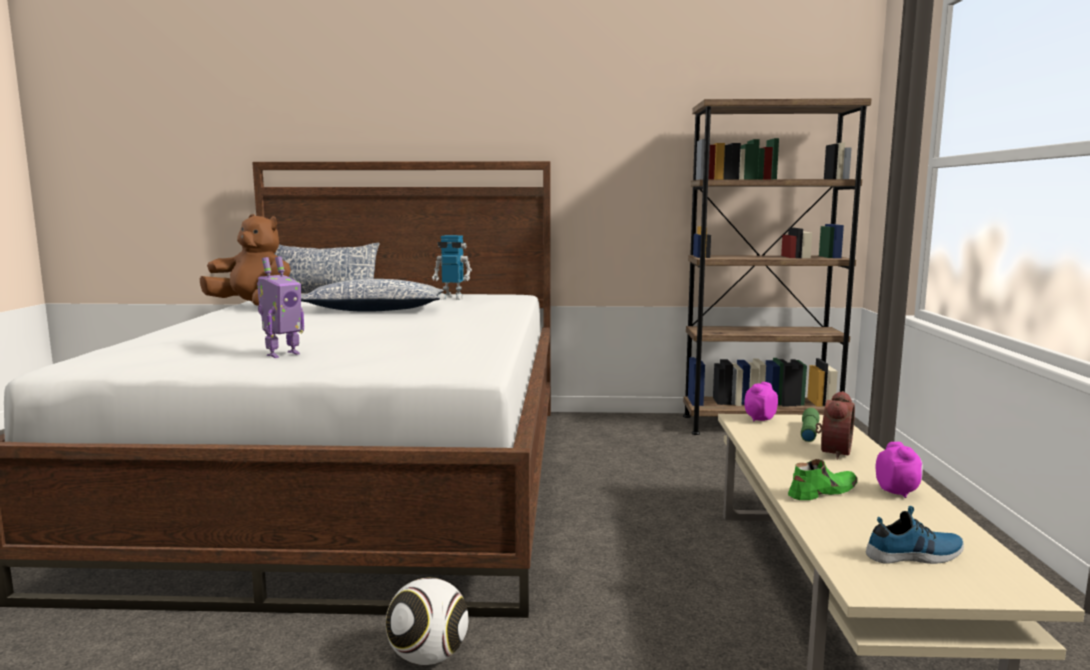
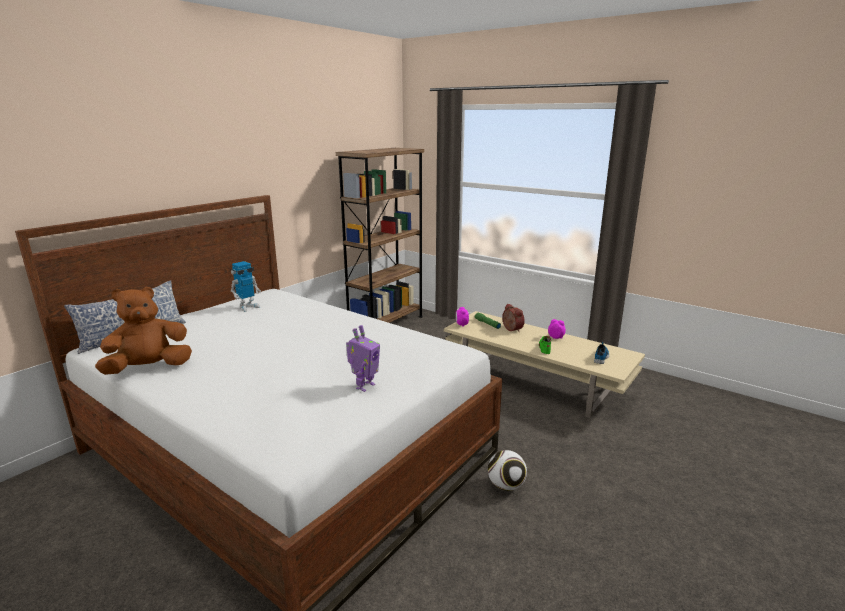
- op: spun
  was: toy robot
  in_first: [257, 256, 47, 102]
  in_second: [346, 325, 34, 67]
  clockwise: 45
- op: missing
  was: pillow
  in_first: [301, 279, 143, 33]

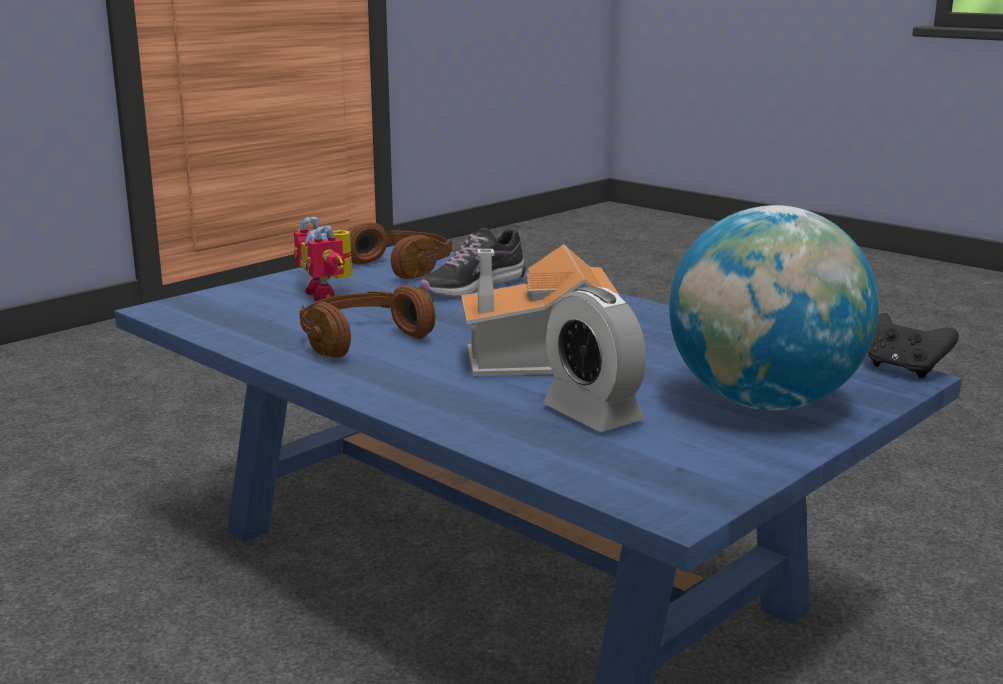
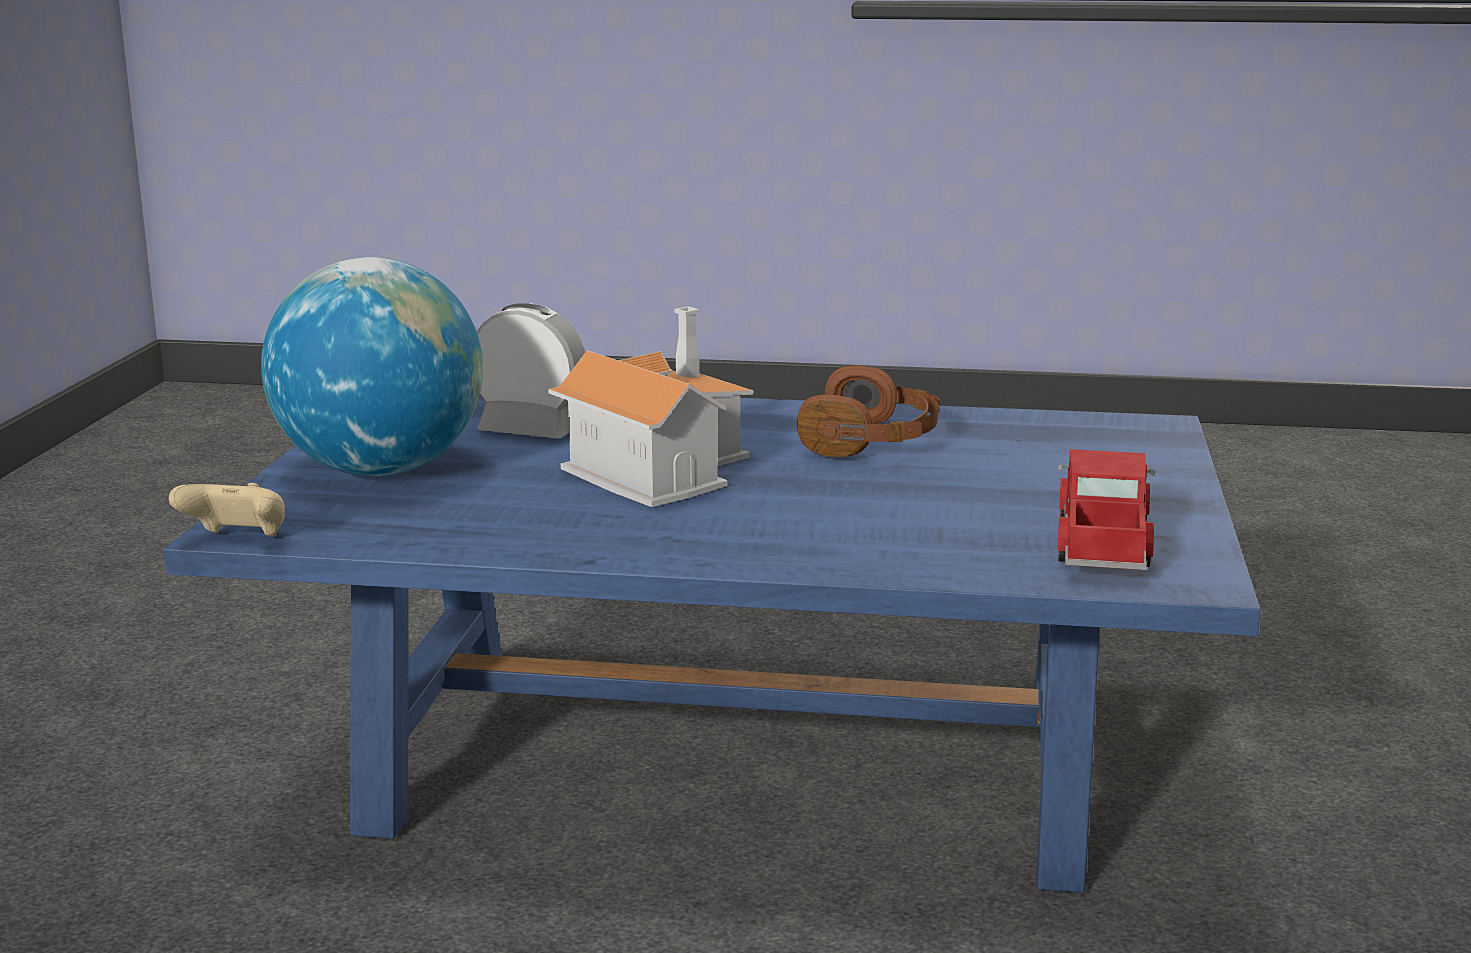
- op: colour
  was: black game controller
  now: beige game controller
  in_first: [868, 313, 91, 65]
  in_second: [169, 483, 116, 54]
- op: exchanged
  was: brown headphones
  now: toy truck
  in_first: [347, 222, 105, 57]
  in_second: [1057, 449, 98, 121]
- op: missing
  was: toy robot
  in_first: [294, 217, 58, 84]
- op: missing
  was: shoe
  in_first: [419, 224, 107, 73]

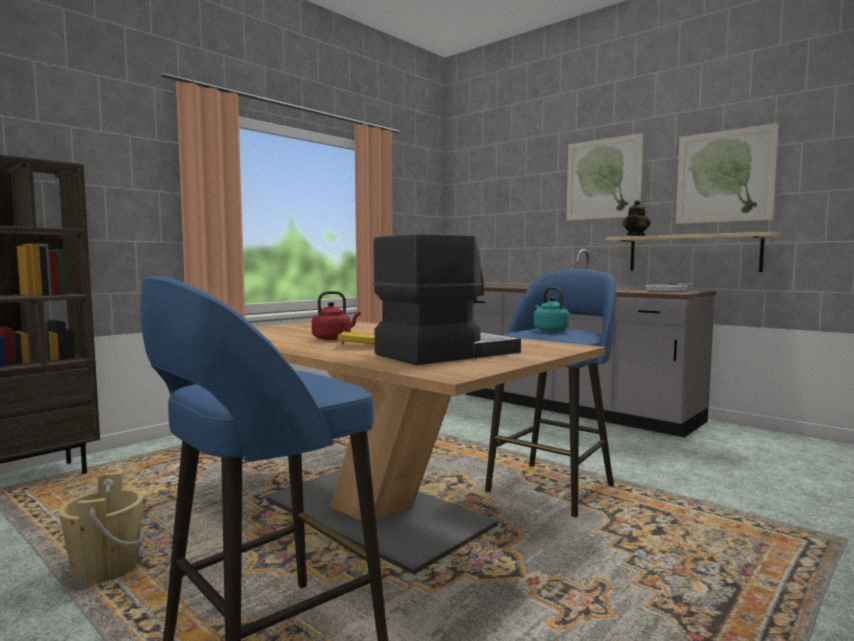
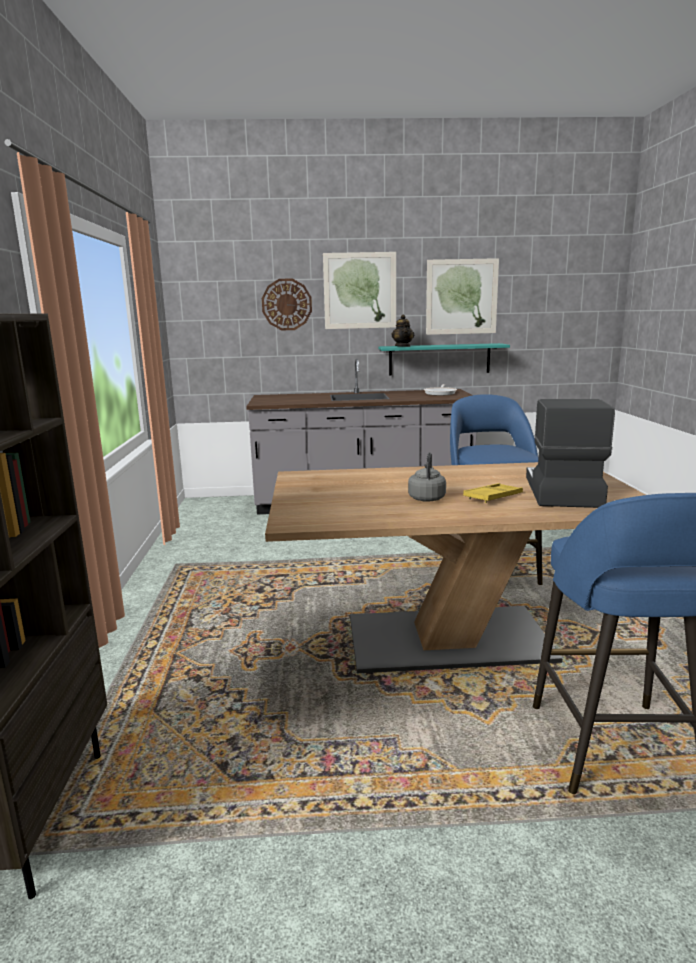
- op: appeared
  now: wall clock
  in_second: [262, 278, 50, 52]
- op: colour
  was: beige shelf
  now: turquoise shelf
  in_first: [606, 232, 175, 40]
  in_second: [378, 343, 132, 32]
- op: colour
  was: red kettle
  now: grey kettle
  in_first: [312, 291, 49, 49]
  in_second: [408, 453, 38, 49]
- op: missing
  was: beige bucket
  in_first: [58, 472, 87, 111]
- op: missing
  was: turquoise kettle
  in_first: [534, 287, 36, 45]

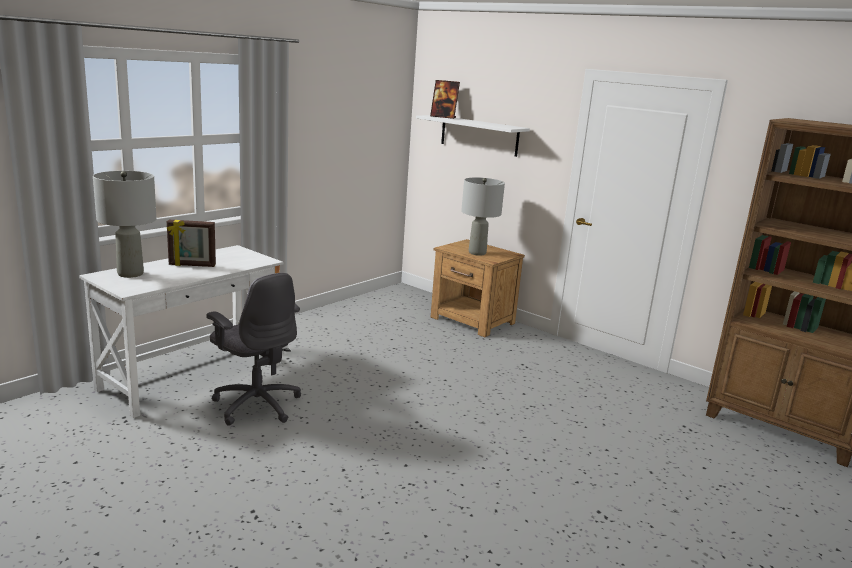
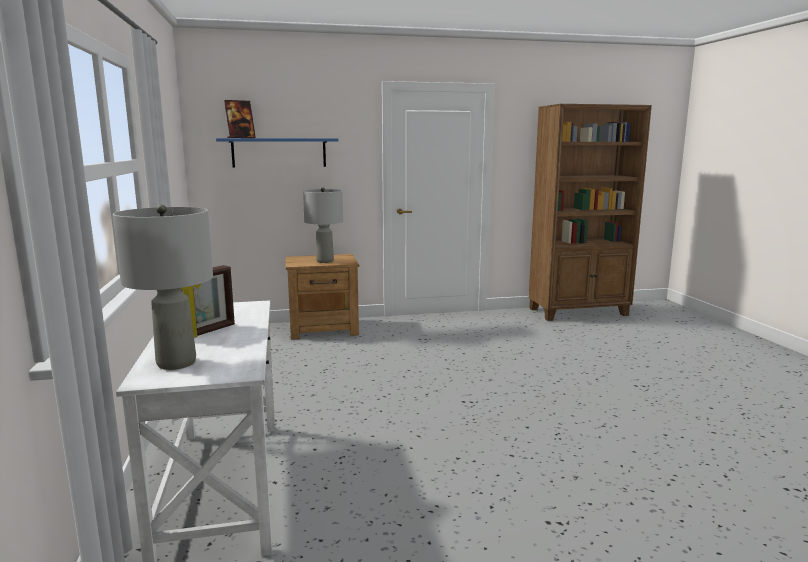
- op: colour
  was: white shelf
  now: blue shelf
  in_first: [416, 115, 114, 42]
  in_second: [216, 138, 122, 30]
- op: missing
  was: grey office chair
  in_first: [206, 273, 95, 153]

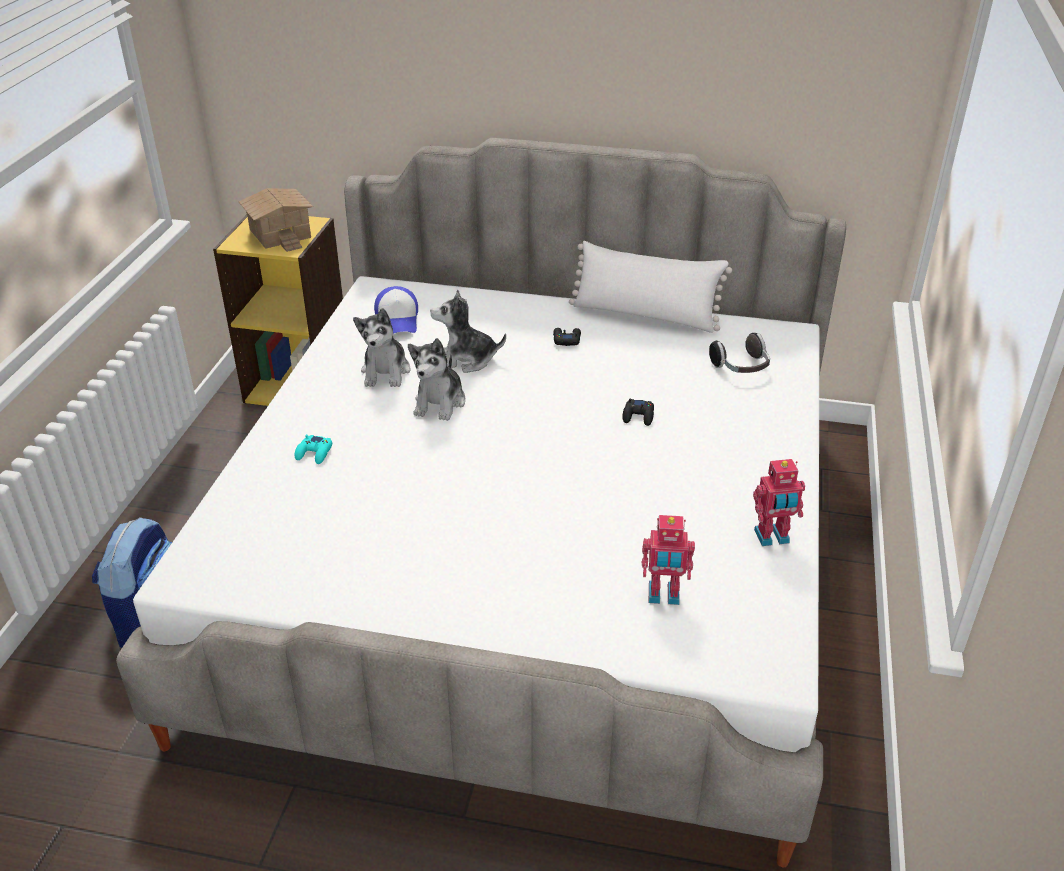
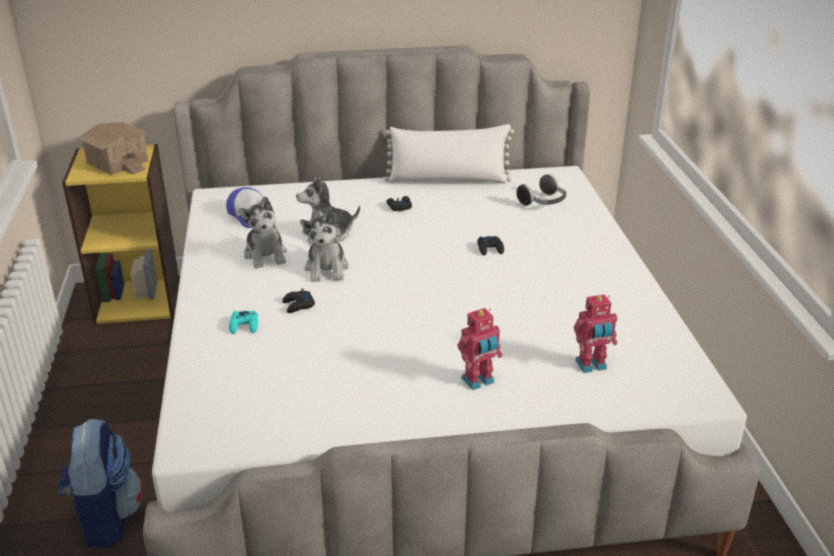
- op: appeared
  now: black game controller
  in_second: [282, 288, 33, 25]
- op: relocated
  was: toy robot
  in_first: [753, 459, 52, 87]
  in_second: [458, 308, 44, 82]

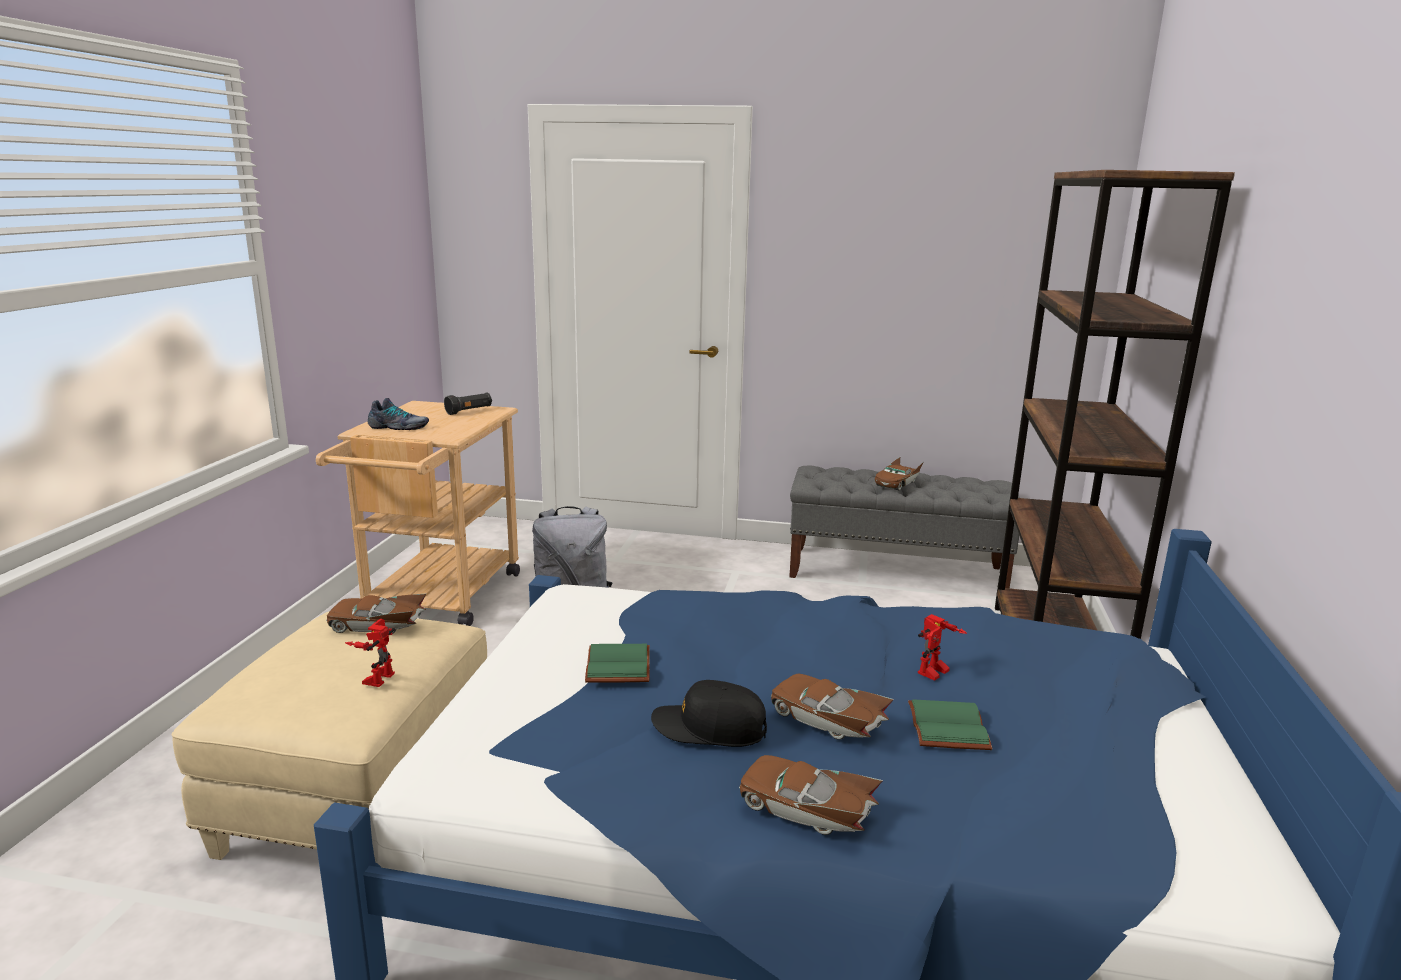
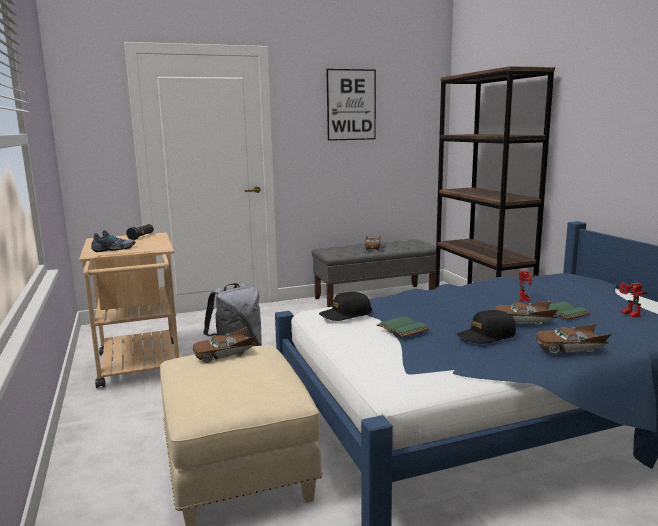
- op: appeared
  now: black cap
  in_second: [319, 292, 53, 29]
- op: appeared
  now: picture
  in_second: [326, 69, 50, 72]
- op: relocated
  was: toy robot
  in_first: [345, 619, 50, 68]
  in_second: [619, 282, 28, 35]

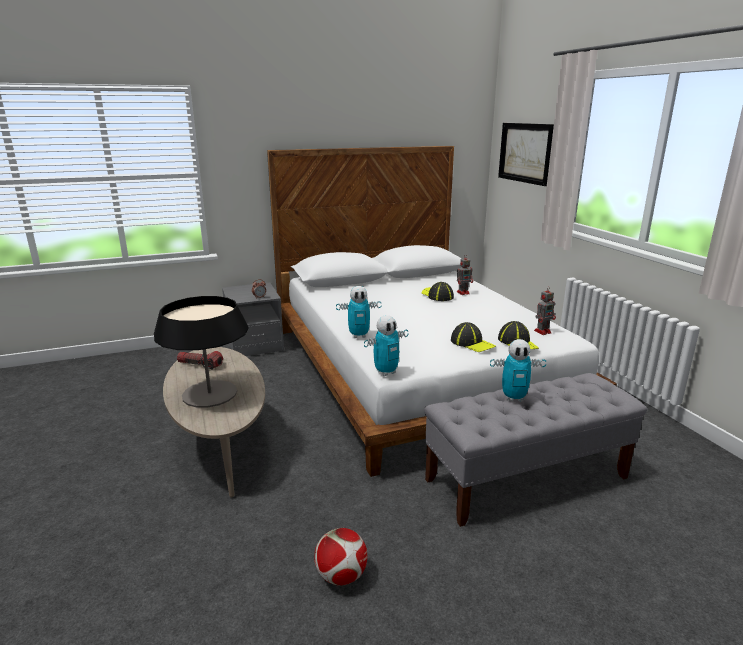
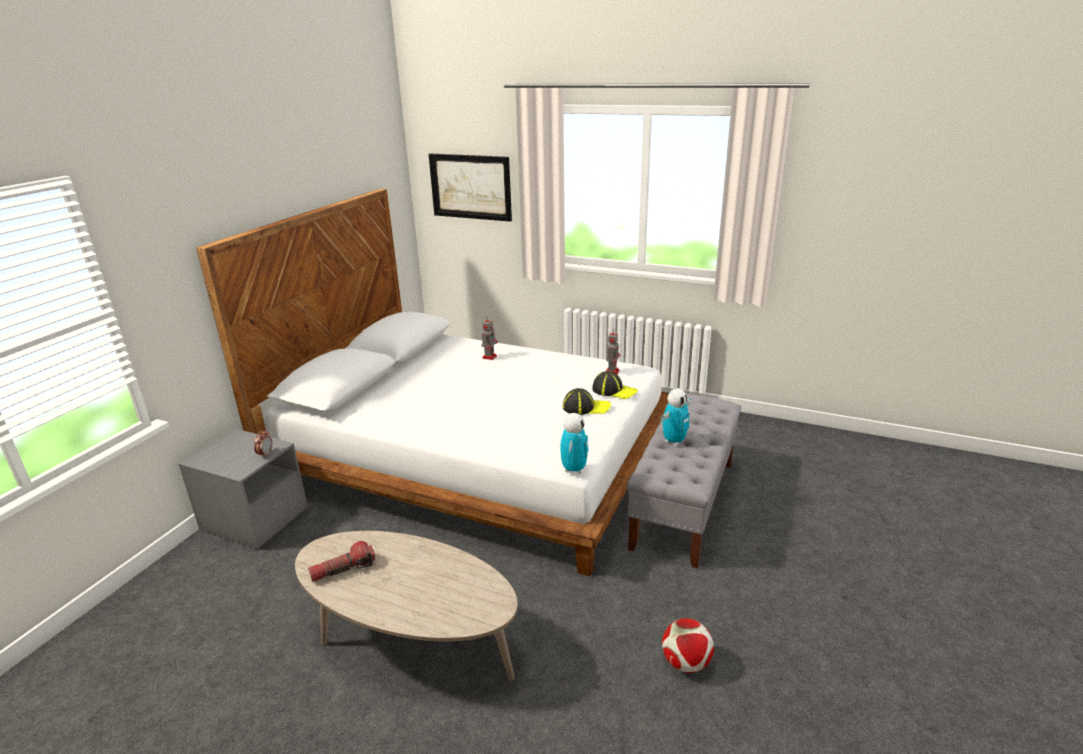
- op: missing
  was: table lamp
  in_first: [154, 296, 95, 112]
- op: missing
  was: toy robot
  in_first: [336, 286, 46, 52]
- op: missing
  was: cap
  in_first: [422, 282, 32, 19]

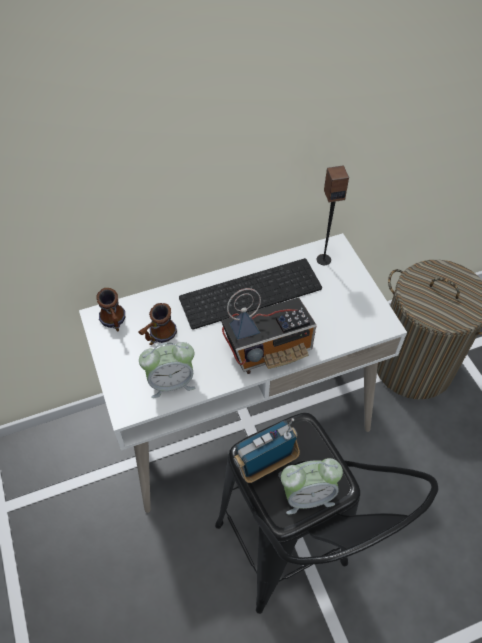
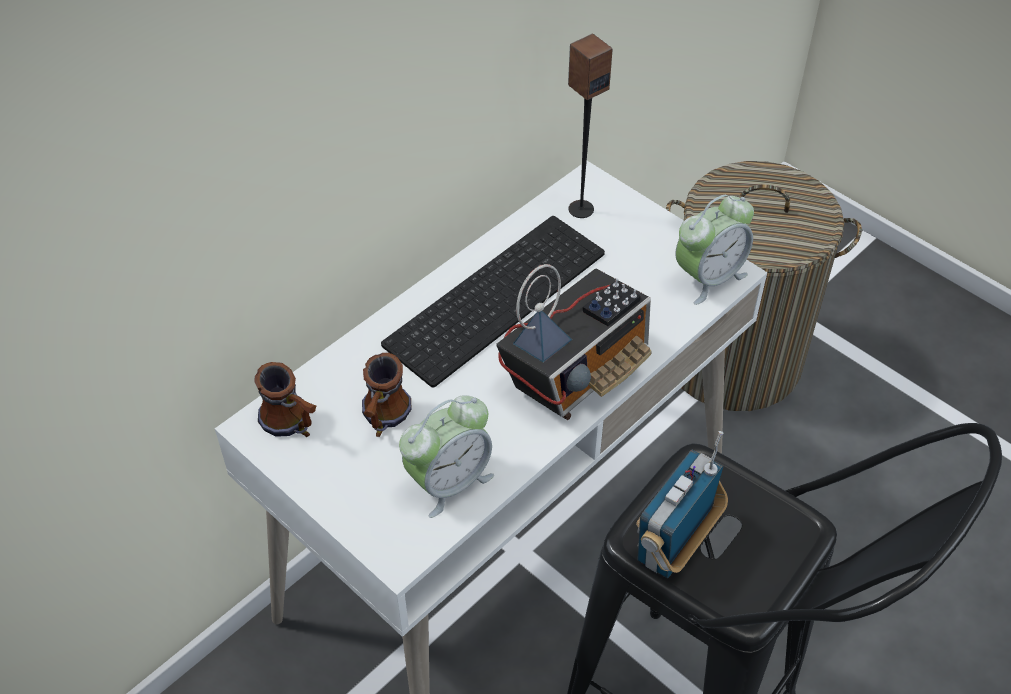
- op: relocated
  was: alarm clock
  in_first: [281, 458, 62, 56]
  in_second: [676, 195, 78, 110]

